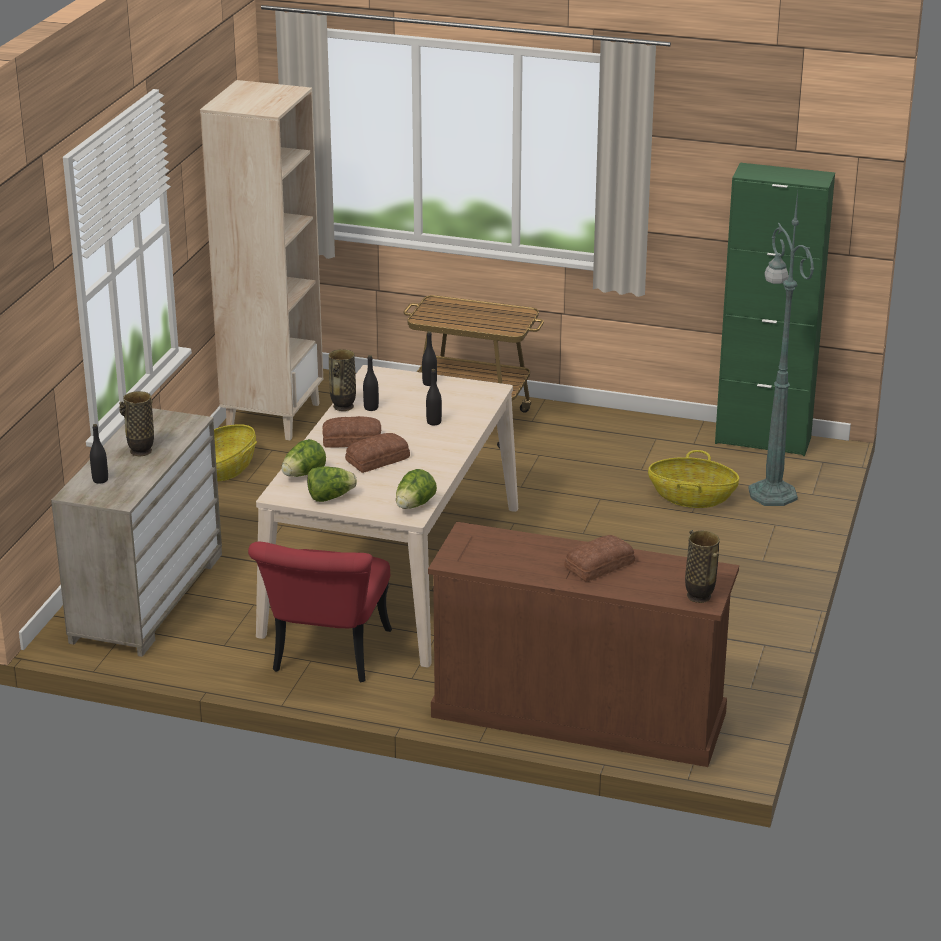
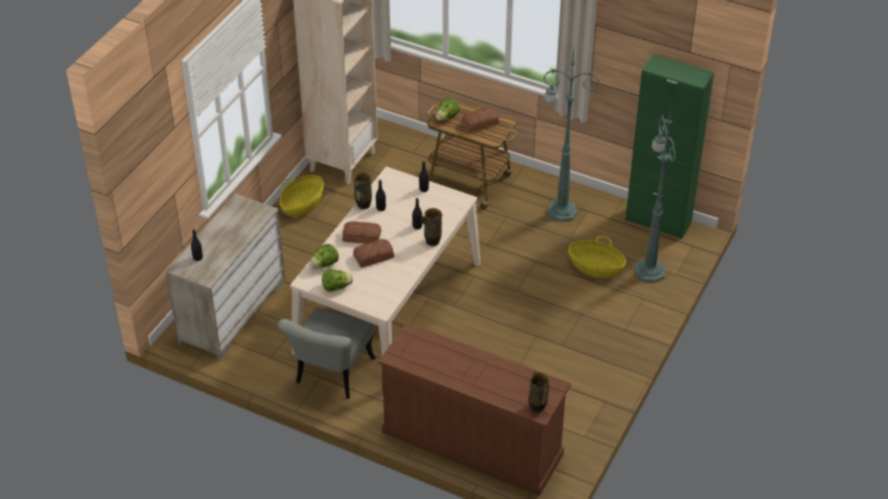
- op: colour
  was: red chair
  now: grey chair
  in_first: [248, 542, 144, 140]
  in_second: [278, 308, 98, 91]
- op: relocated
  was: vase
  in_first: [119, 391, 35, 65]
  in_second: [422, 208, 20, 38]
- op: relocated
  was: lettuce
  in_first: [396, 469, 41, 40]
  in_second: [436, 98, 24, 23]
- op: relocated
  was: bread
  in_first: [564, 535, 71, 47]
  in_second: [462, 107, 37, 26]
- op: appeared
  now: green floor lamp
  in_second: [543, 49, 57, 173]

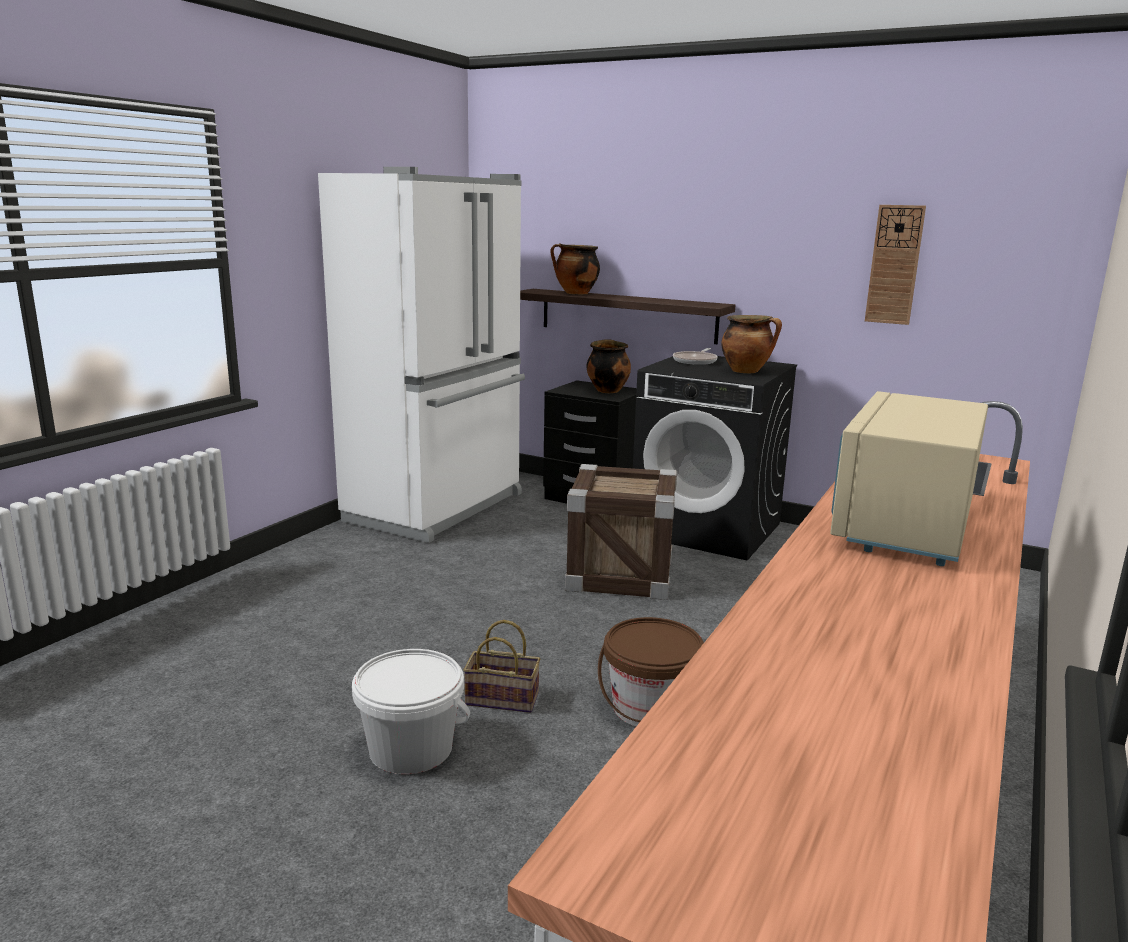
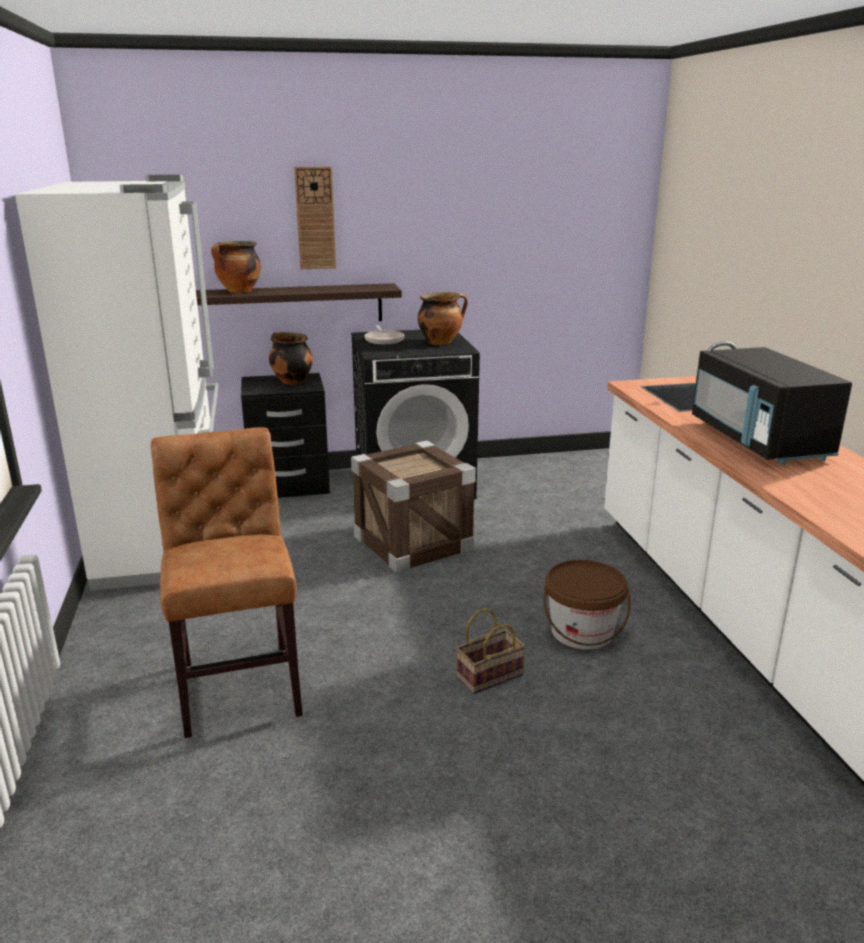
- op: appeared
  now: brown chair
  in_second: [151, 427, 152, 311]
- op: relocated
  was: wall clock
  in_first: [865, 205, 61, 120]
  in_second: [294, 167, 42, 102]
- op: colour
  was: beige microwave
  now: black microwave
  in_first: [830, 391, 158, 175]
  in_second: [692, 347, 160, 118]
- op: missing
  was: white bucket
  in_first: [352, 649, 118, 125]

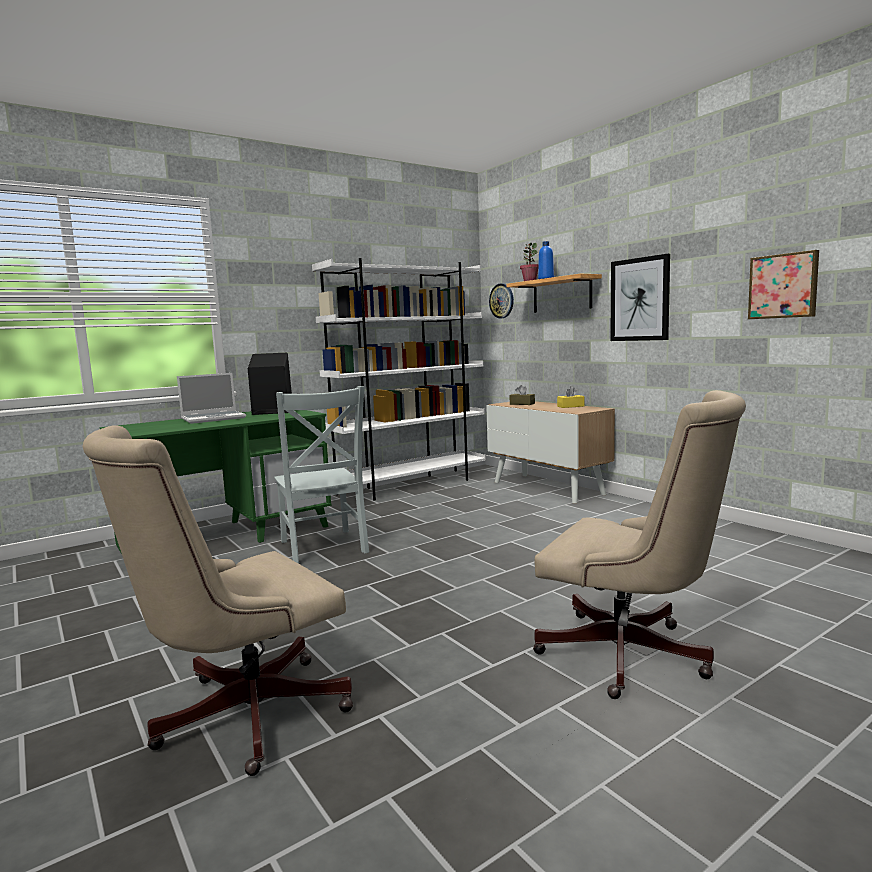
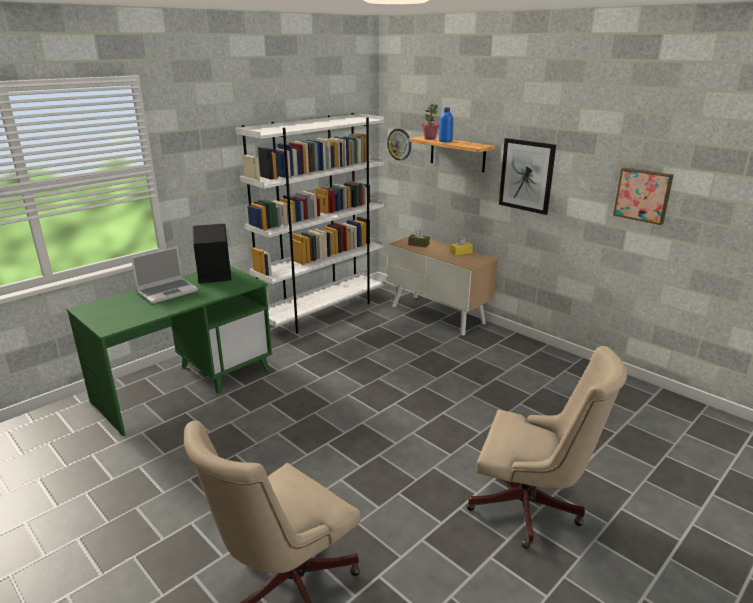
- op: missing
  was: grey chair
  in_first: [274, 386, 95, 178]

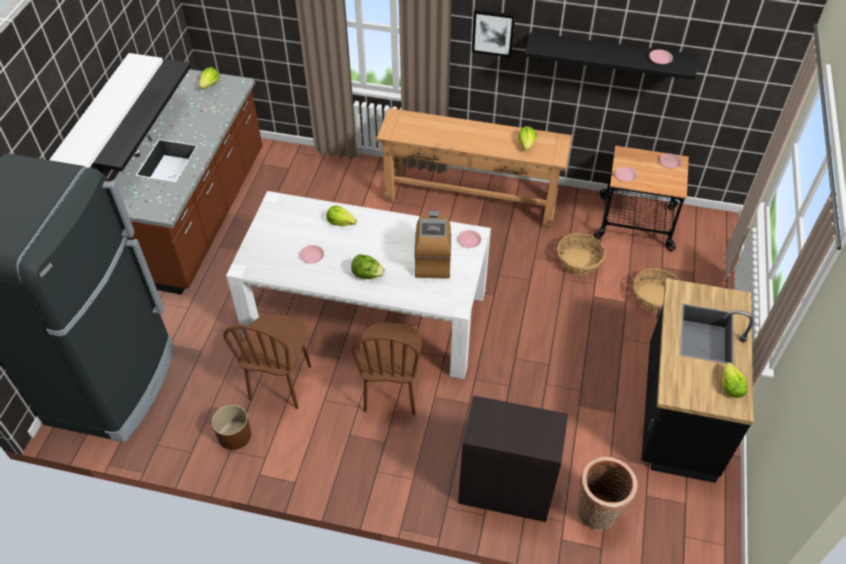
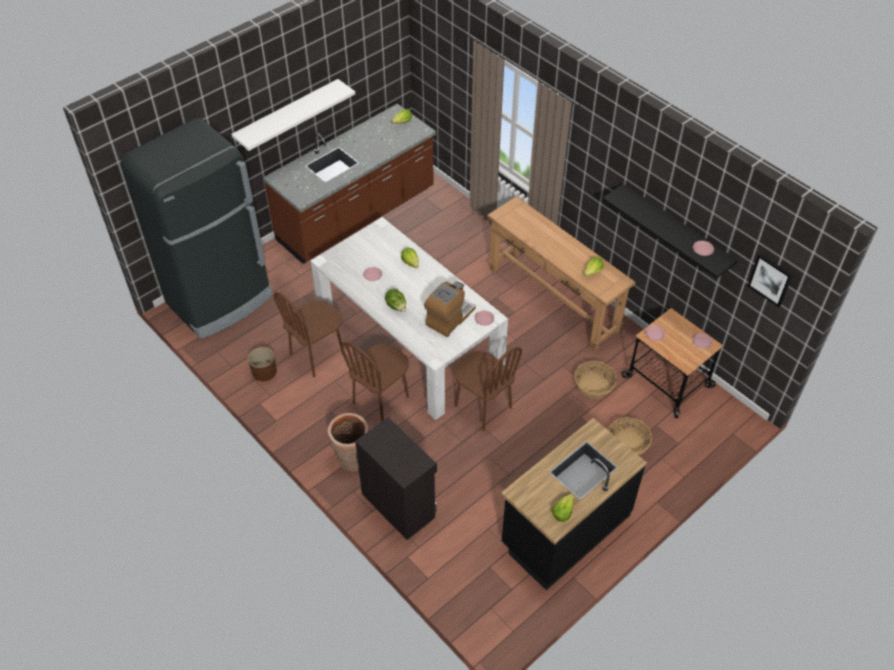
- op: relocated
  was: basket
  in_first: [577, 457, 60, 73]
  in_second: [328, 413, 41, 59]
- op: appeared
  now: brown chair
  in_second: [454, 347, 68, 84]
- op: relocated
  was: picture
  in_first: [472, 9, 43, 49]
  in_second: [748, 254, 45, 53]
- op: missing
  was: black shelf
  in_first: [91, 59, 100, 113]

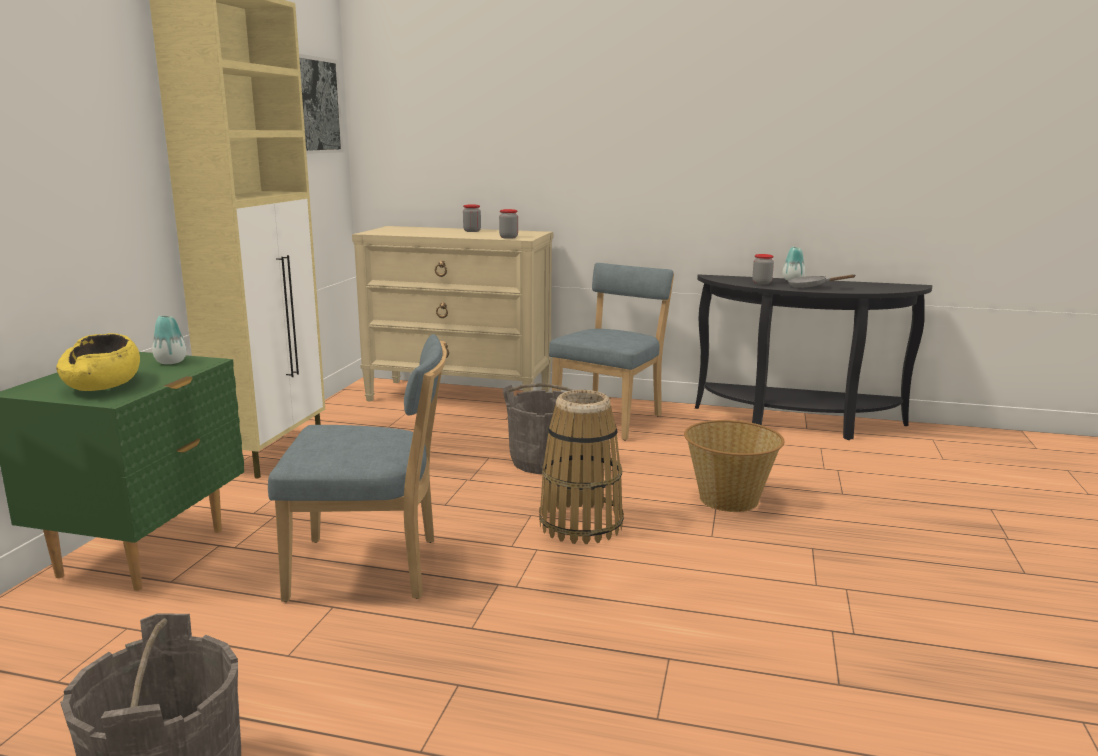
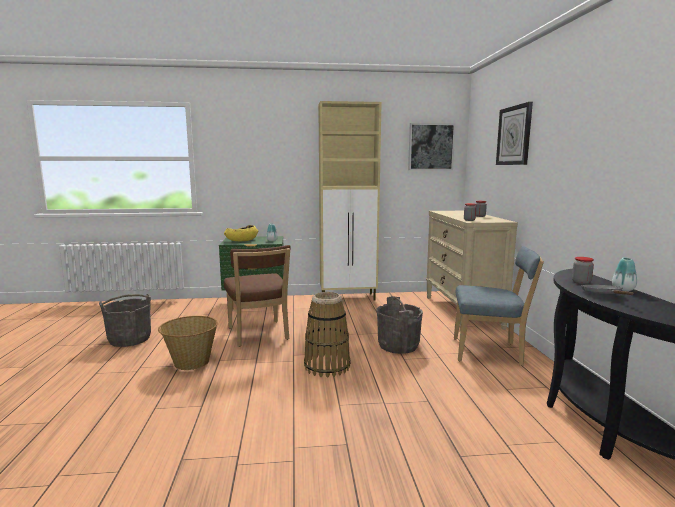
- op: relocated
  was: basket
  in_first: [684, 420, 101, 92]
  in_second: [158, 316, 60, 54]
- op: colour
  was: blue chair
  now: brown chair
  in_first: [268, 334, 179, 268]
  in_second: [224, 245, 67, 102]
- op: appeared
  now: wall clock
  in_second: [496, 102, 37, 63]

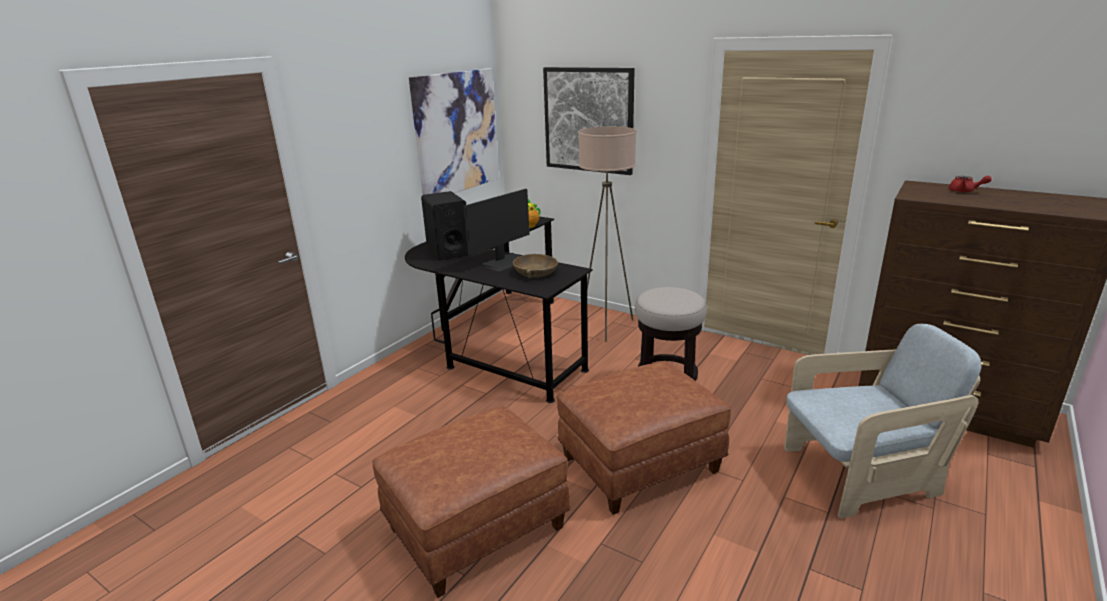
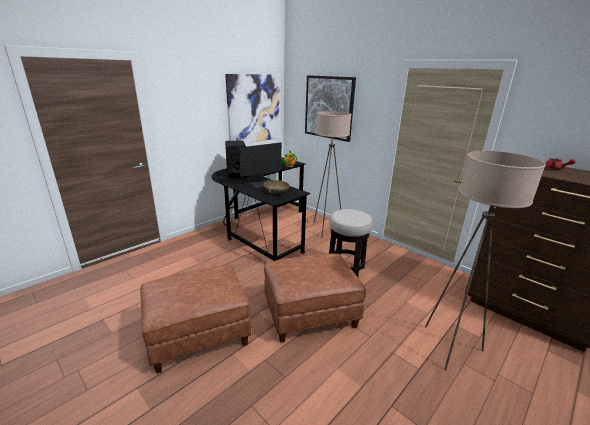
- op: exchanged
  was: beige armchair
  now: beige floor lamp
  in_first: [784, 324, 197, 194]
  in_second: [425, 151, 121, 219]

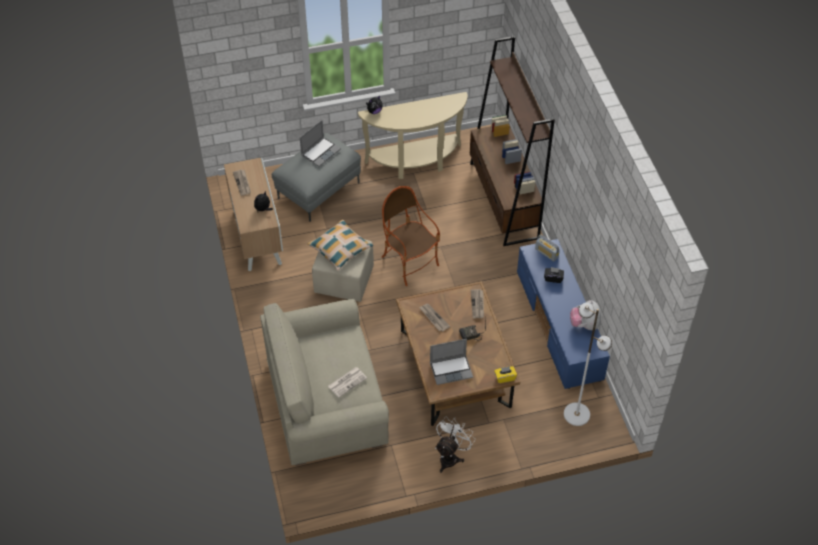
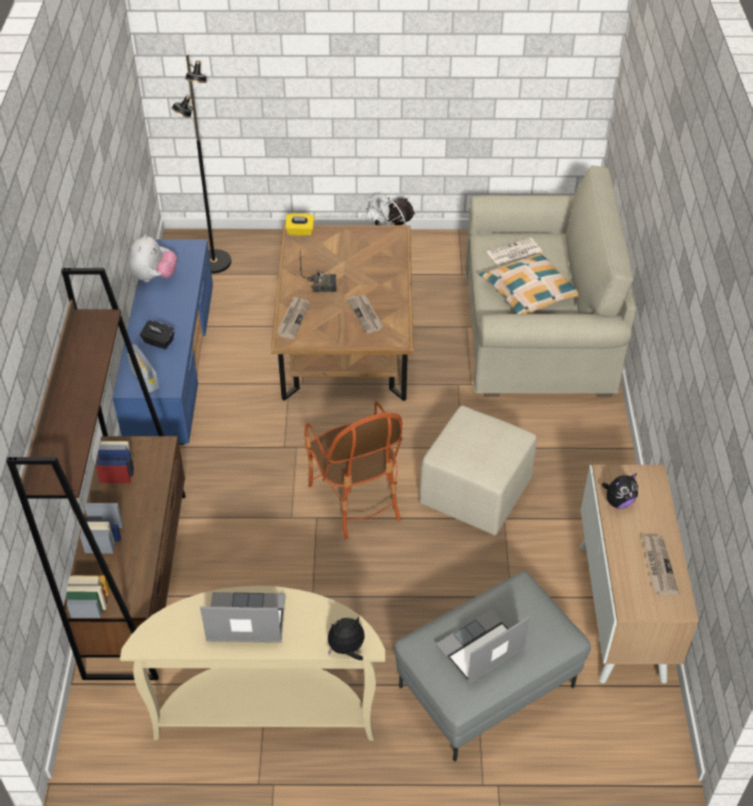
- op: colour
  was: white floor lamp
  now: black floor lamp
  in_first: [564, 303, 48, 123]
  in_second: [172, 54, 59, 220]
- op: relocated
  was: laptop
  in_first: [430, 339, 43, 46]
  in_second: [200, 592, 86, 51]
- op: relocated
  was: pillow
  in_first: [307, 220, 66, 51]
  in_second: [479, 252, 99, 62]

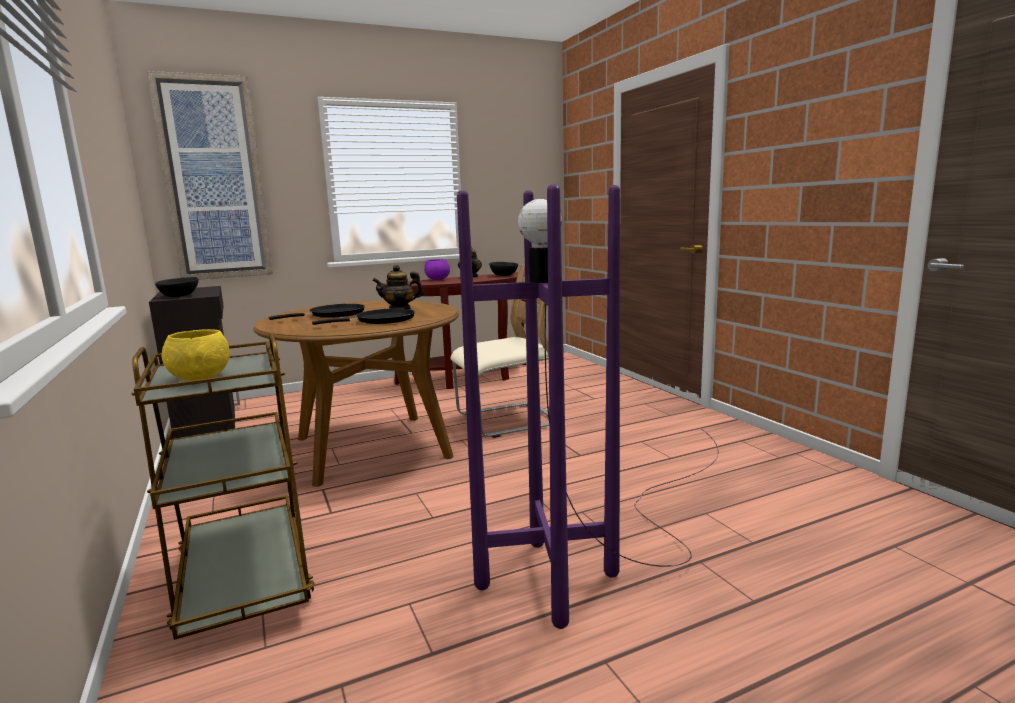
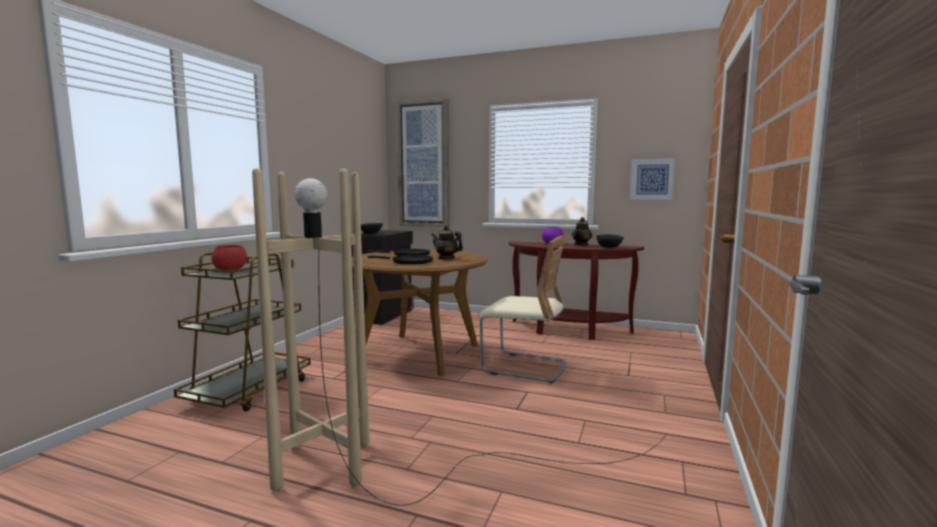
- op: colour
  was: yellow bowl
  now: red bowl
  in_first: [161, 329, 69, 52]
  in_second: [211, 245, 36, 26]
- op: colour
  was: purple floor lamp
  now: beige floor lamp
  in_first: [457, 184, 262, 445]
  in_second: [252, 168, 414, 338]
- op: appeared
  now: picture
  in_second: [630, 158, 45, 42]

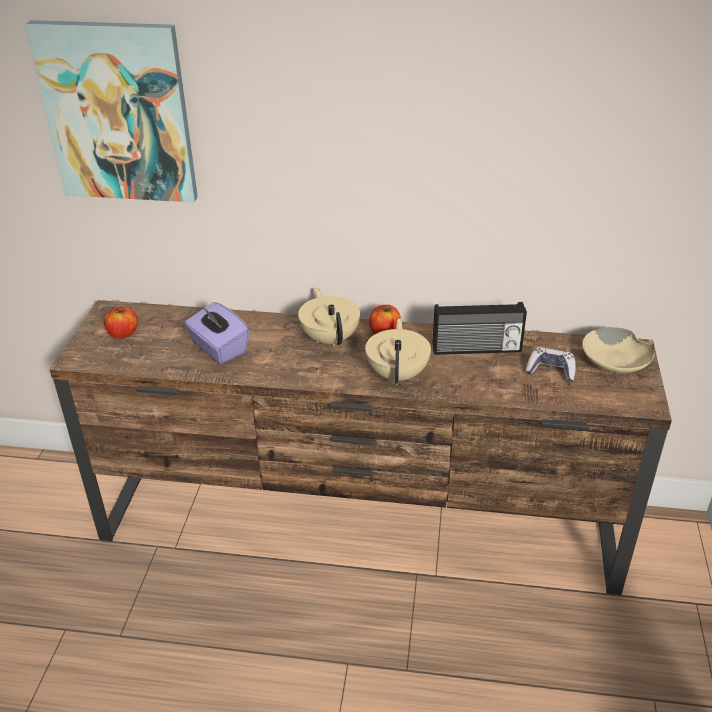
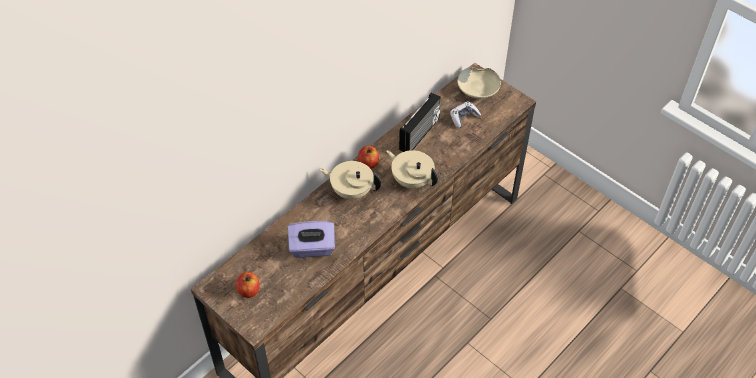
- op: missing
  was: picture
  in_first: [25, 20, 173, 183]

